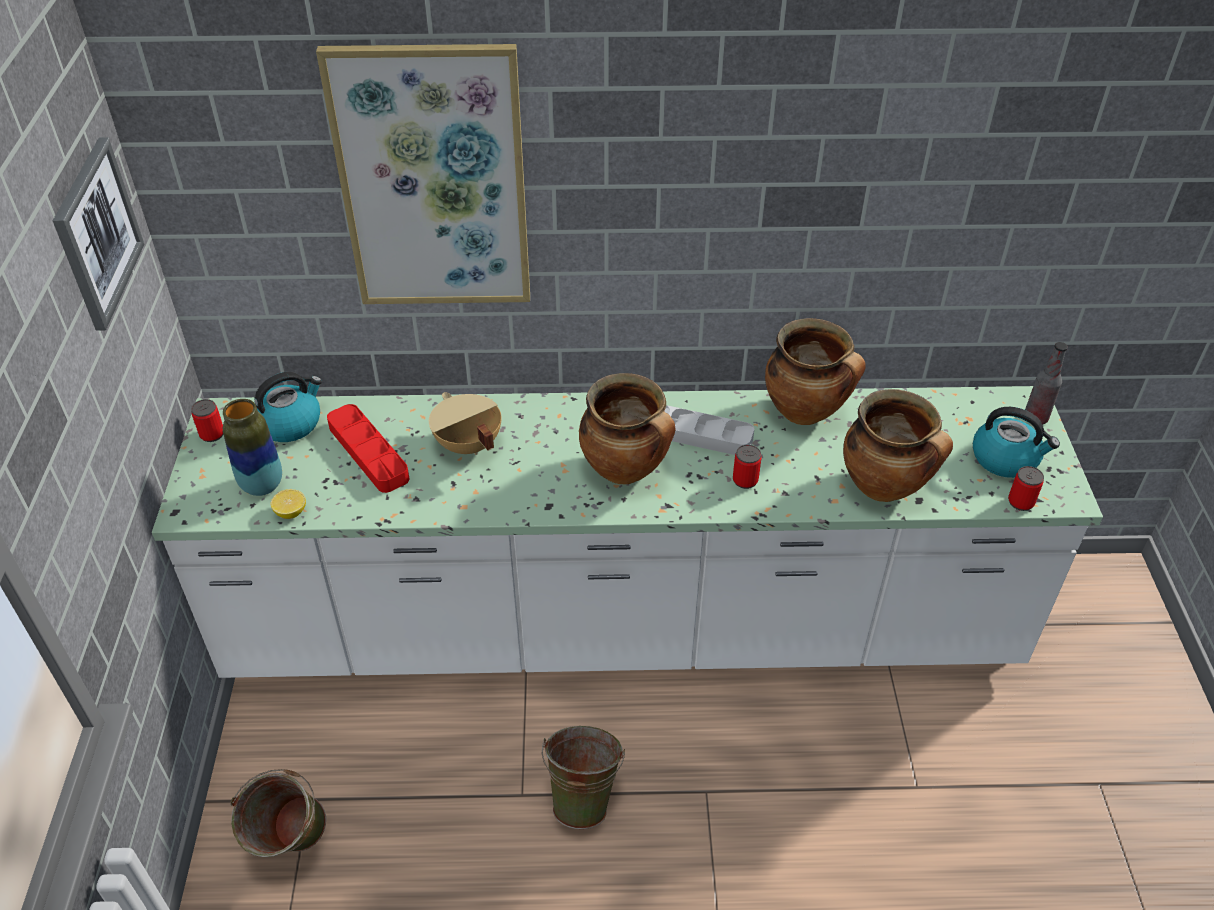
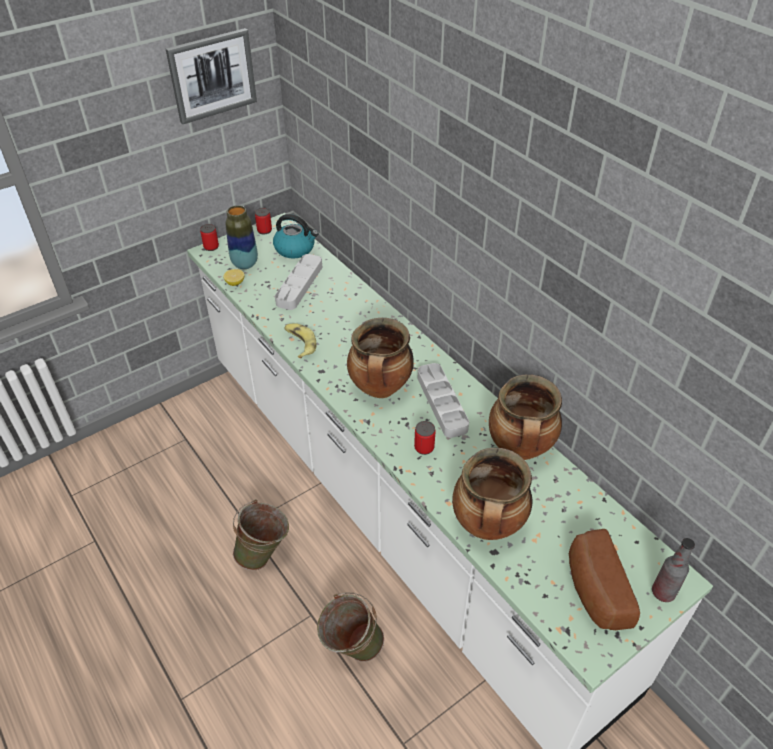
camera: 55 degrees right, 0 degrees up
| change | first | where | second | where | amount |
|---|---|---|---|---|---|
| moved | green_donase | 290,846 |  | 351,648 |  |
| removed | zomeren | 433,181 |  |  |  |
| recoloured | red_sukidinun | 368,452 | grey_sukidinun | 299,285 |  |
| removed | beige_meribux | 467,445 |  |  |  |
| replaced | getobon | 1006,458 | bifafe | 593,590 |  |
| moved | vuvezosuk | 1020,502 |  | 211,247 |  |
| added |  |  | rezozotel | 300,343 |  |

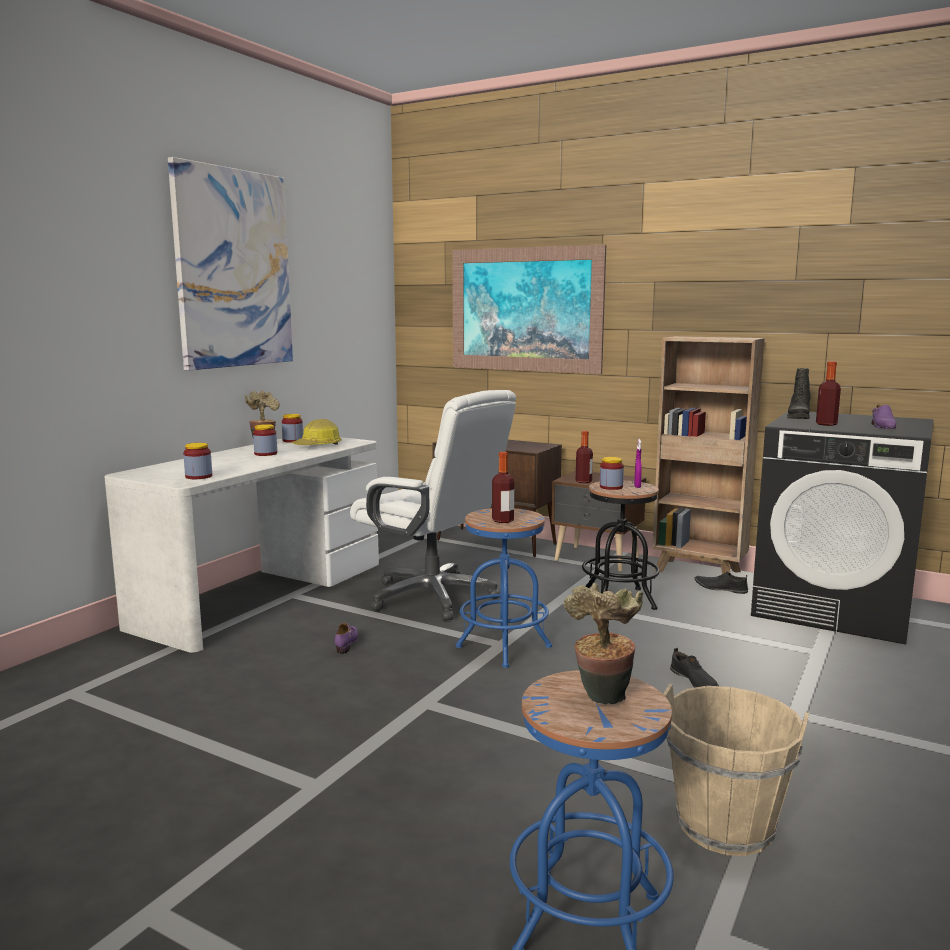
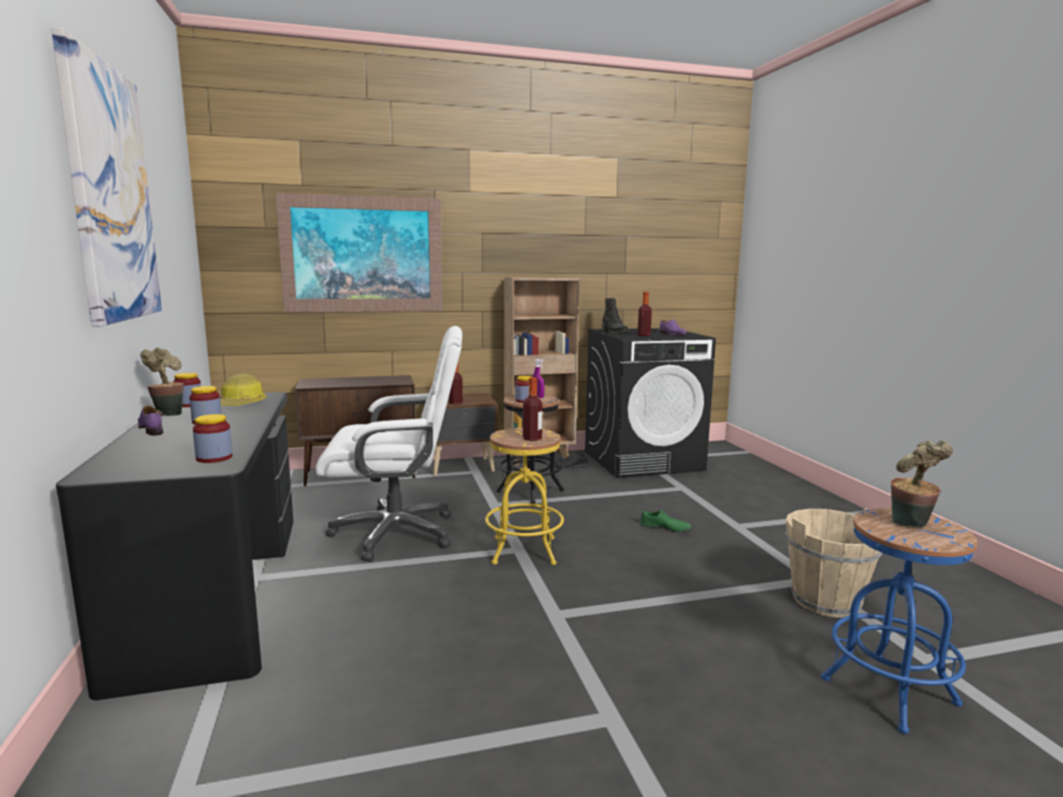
camera: 45 degrees left, 0 degrees up
| change | first | where | second | where | amount |
|---|---|---|---|---|---|
| recoloured | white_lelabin | 262,594 | black_lelabin | 216,589 |  |
| moved | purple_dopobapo | 347,643 |  | 151,429 |  |
| recoloured | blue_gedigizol | 503,647 | yellow_gedigizol | 524,551 |  |
| recoloured | black_dopobapo | 693,681 | green_dopobapo | 665,528 |  |

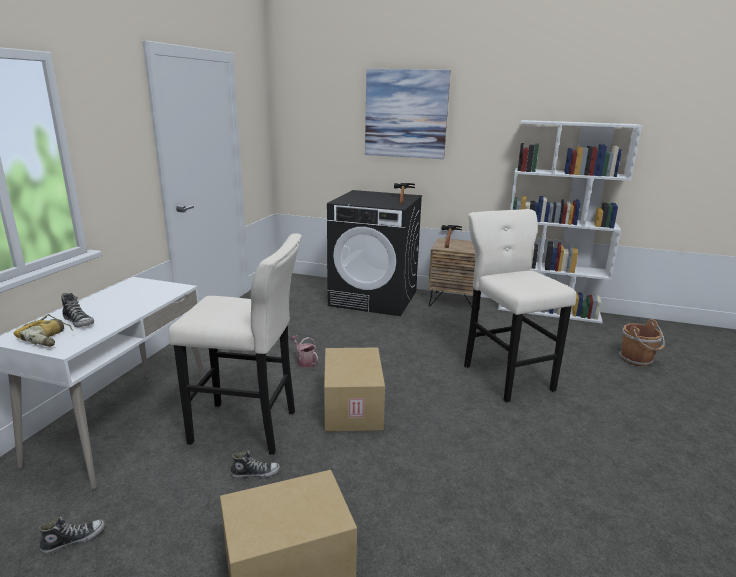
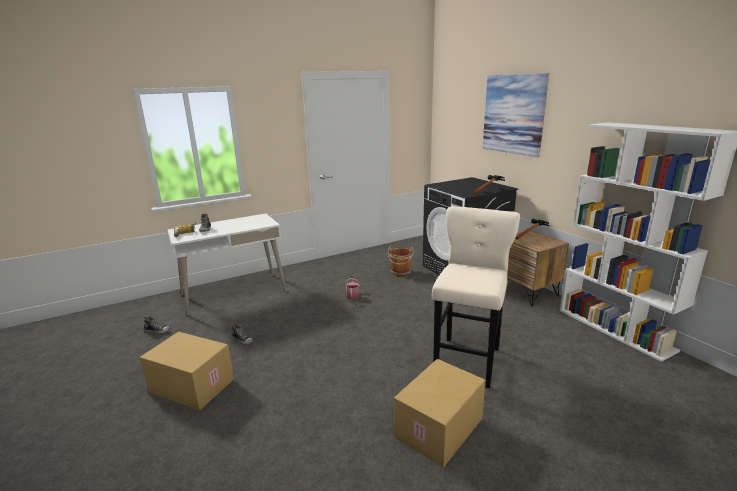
camera: 45 degrees right, 0 degrees up
| change | first | where | second | where | amount |
|---|---|---|---|---|---|
| removed | beige_gedigizol | 249,428 |  |  |  |
| moved | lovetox | 354,408 |  | 440,429 |  |
| moved | brown_donase | 637,360 |  | 401,272 |  |

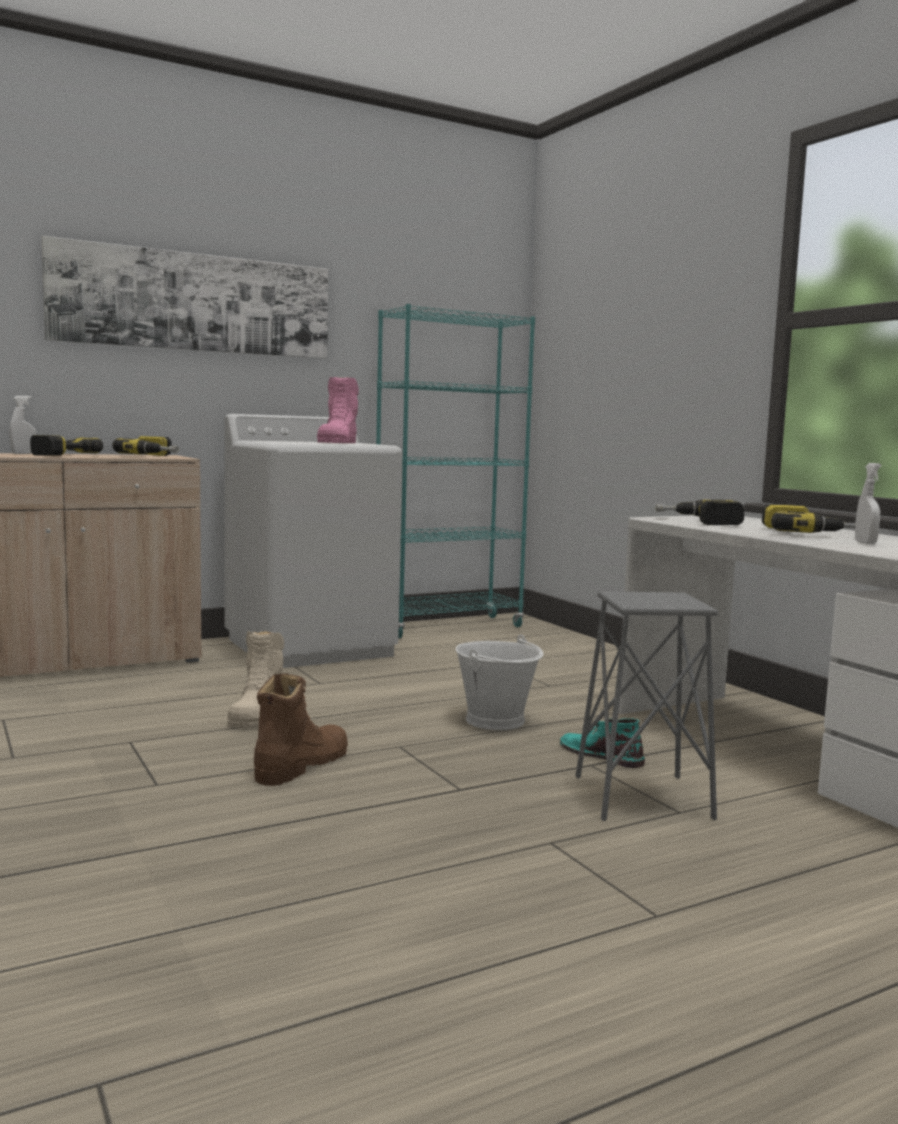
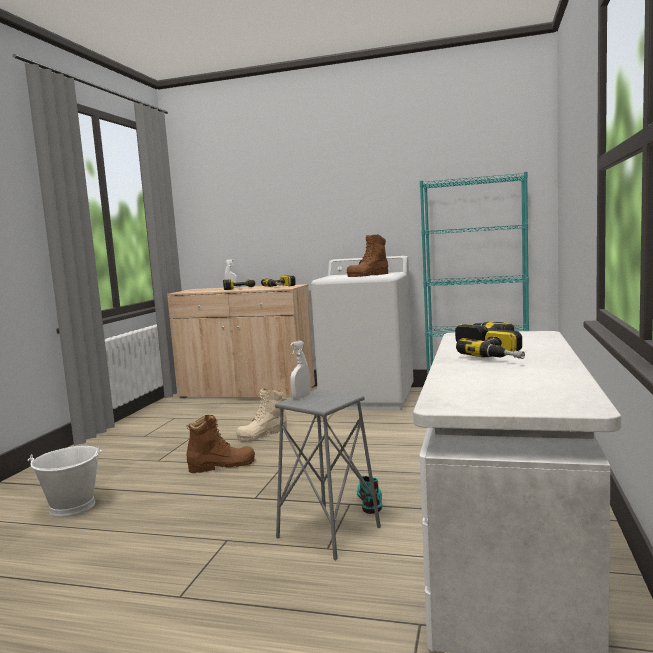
camera: 45 degrees right, 0 degrees up
| change | first | where | second | where | amount |
|---|---|---|---|---|---|
| removed | zomeren | 194,302 |  |  |  |
| recoloured | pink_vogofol | 338,443 | brown_vogofol | 368,275 |  |
| moved | white_donase | 496,720 |  | 73,507 |  |
| moved | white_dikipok | 865,543 |  | 301,397 |  |

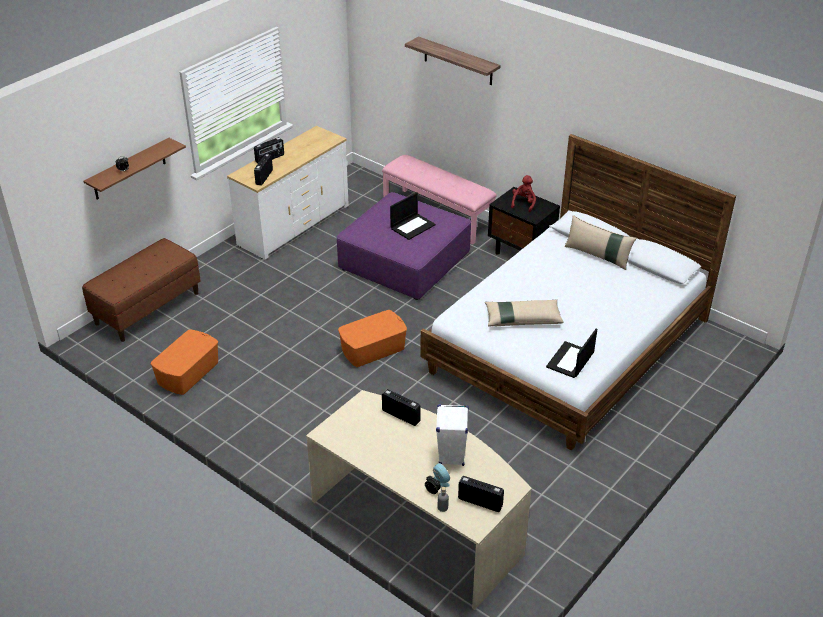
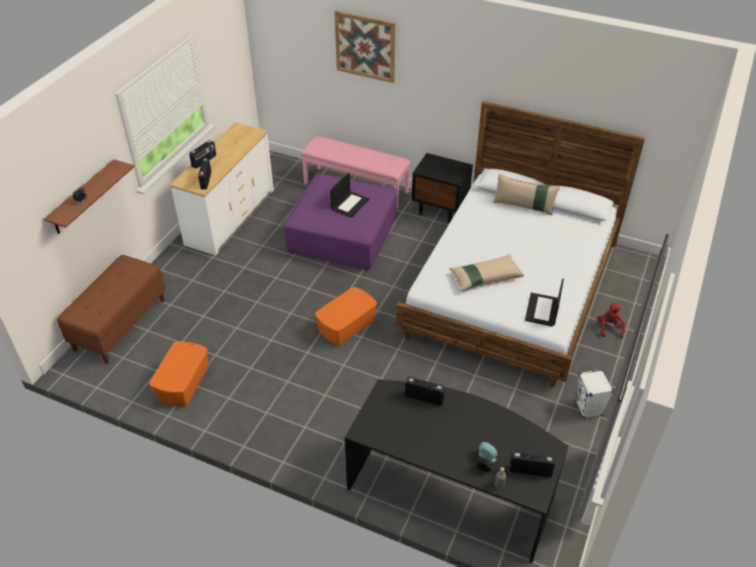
camera: 15 degrees left, 5 degrees up
| change | first | where | second | where | amount |
|---|---|---|---|---|---|
| recoloured | beige_lelabin | 419,523 | black_lelabin | 452,489 |  |
| replaced | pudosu | 458,61 | zomeren | 365,46 |  |
| moved | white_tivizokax | 451,455 |  | 588,409 |  |
| moved | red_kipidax | 523,203 |  | 609,328 |  |

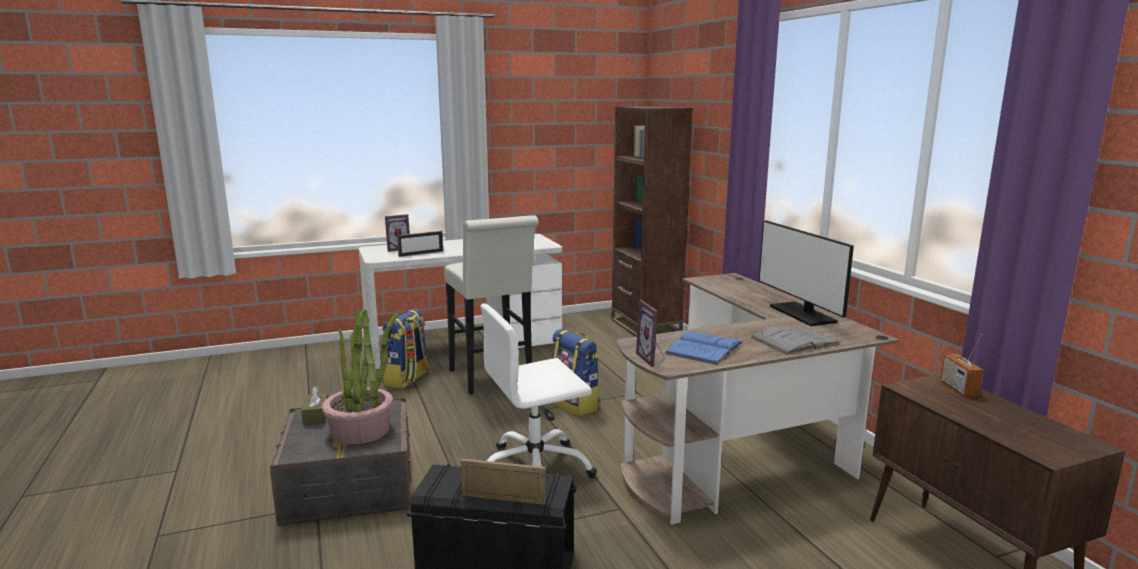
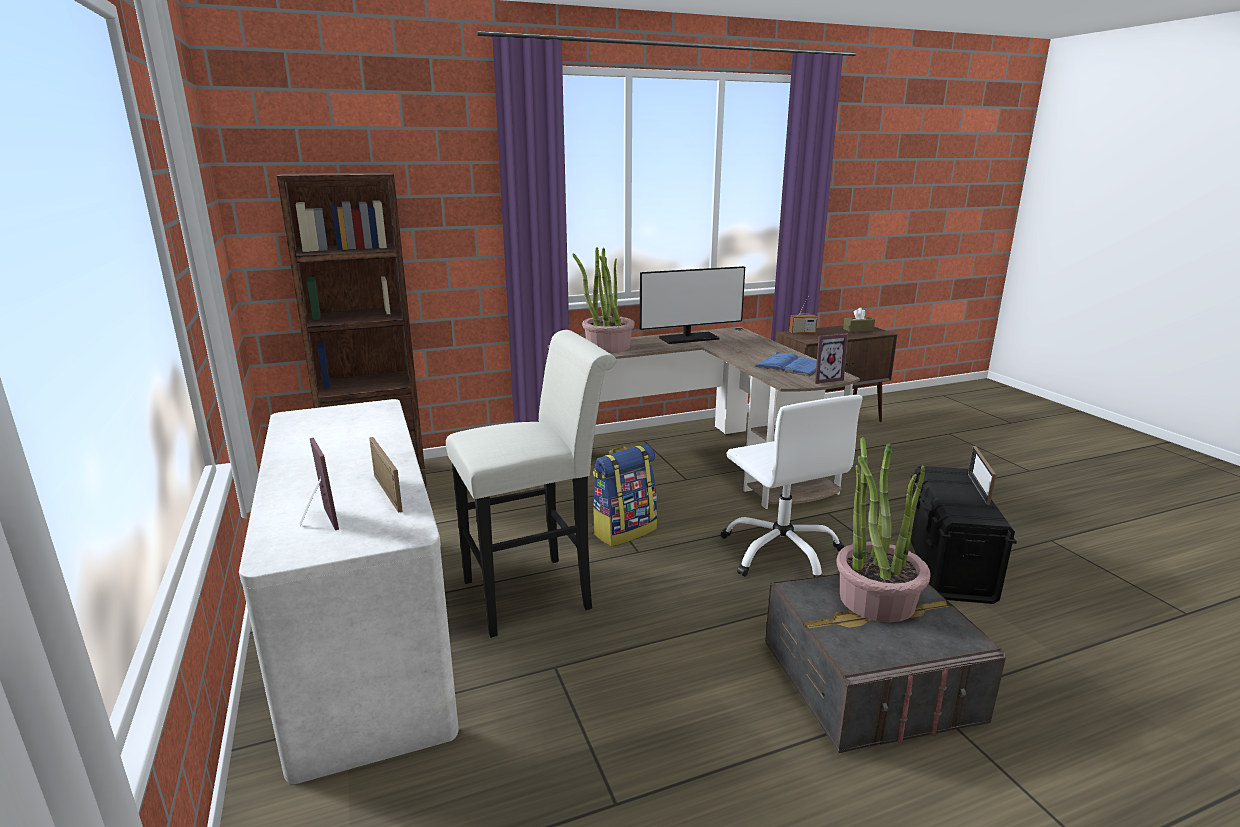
camera: 90 degrees left, 5 degrees up
| change | first | where | second | where | amount |
|---|---|---|---|---|---|
| moved | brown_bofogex | 316,416 |  | 858,329 |  |
| removed | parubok | 407,379 |  |  |  |
| removed | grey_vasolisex | 794,341 |  |  |  |
| added |  |  | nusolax | 607,346 |  |

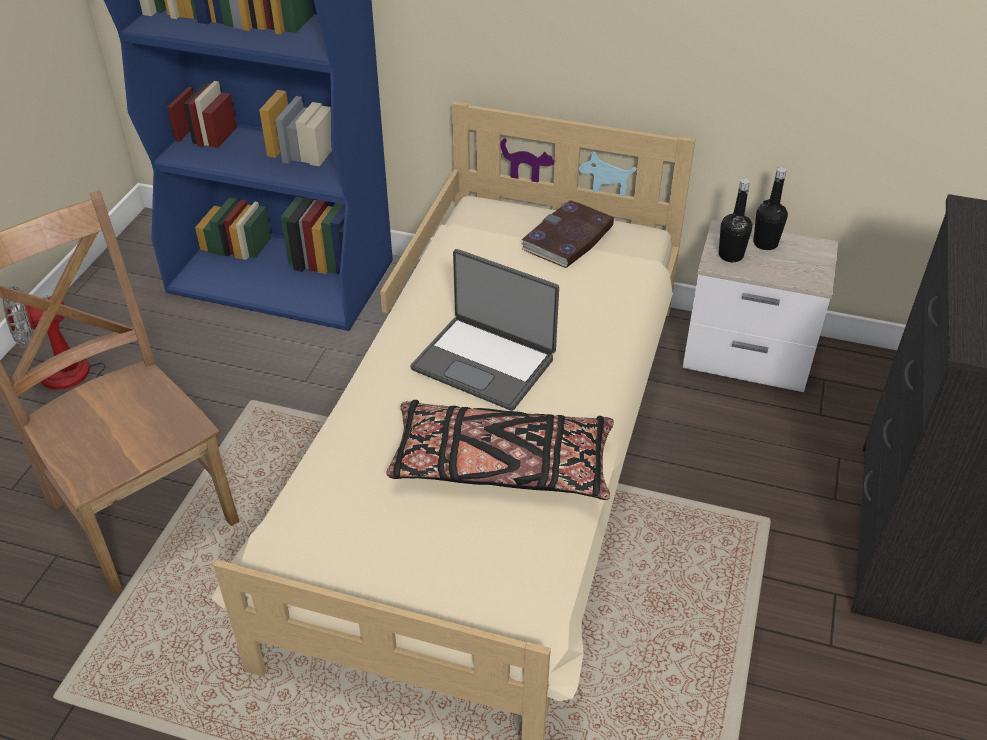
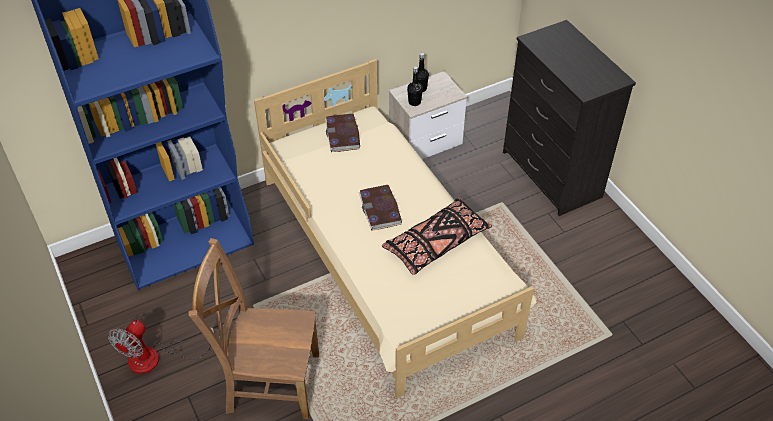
camera: 45 degrees left, 5 degrees up
| change | first | where | second | where | amount |
|---|---|---|---|---|---|
| replaced | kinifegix | 485,362 | vasolisex | 380,209 |  |

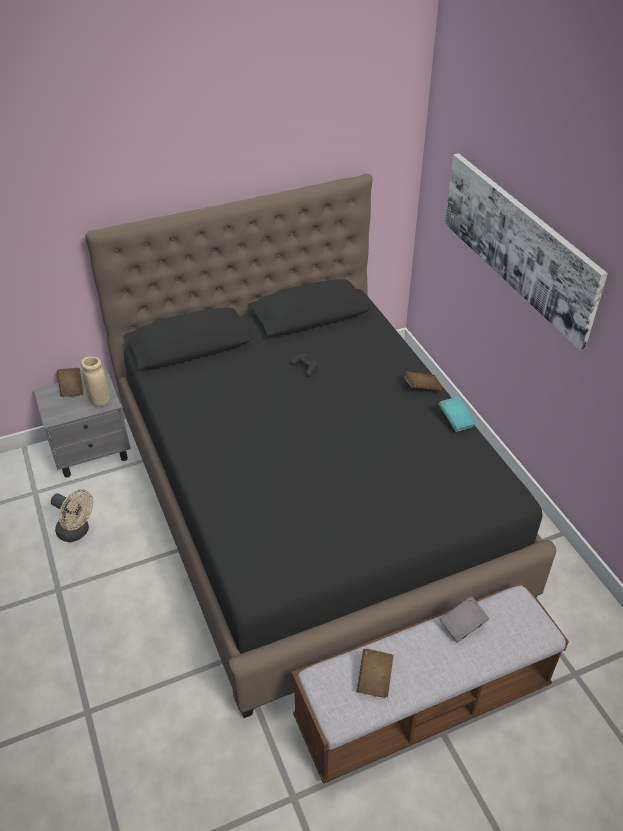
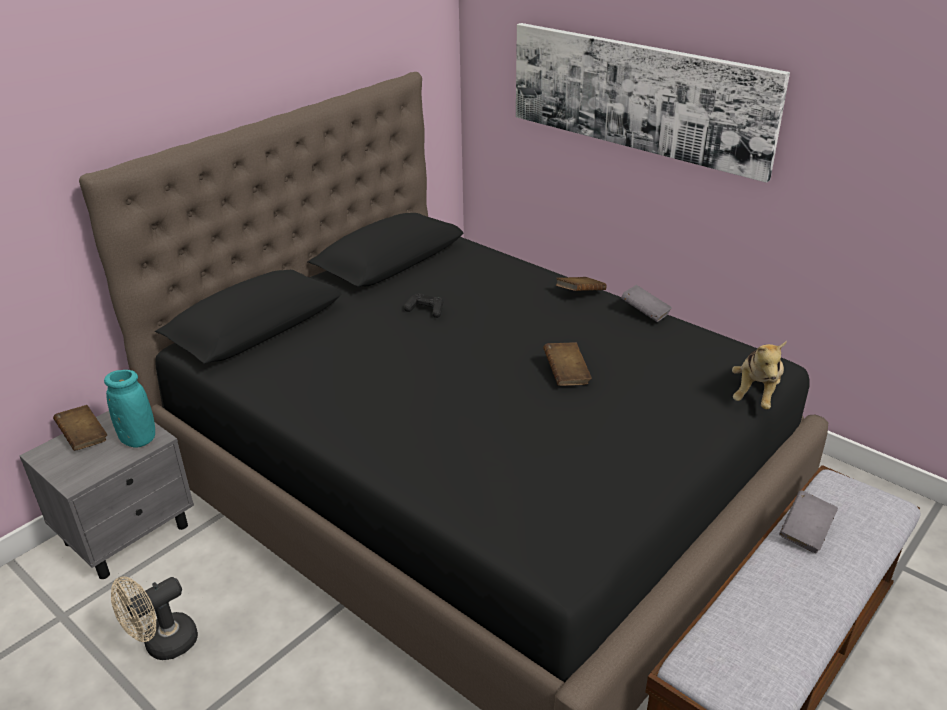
camera: 25 degrees left, 10 degrees down
| change | first | where | second | where | amount |
|---|---|---|---|---|---|
| turned | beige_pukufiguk | 77,532 |  | 163,645 | 135 degrees clockwise |
| recoloured | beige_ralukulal | 100,400 | turquoise_ralukulal | 138,439 |  |
| moved | brown_vasolisex | 374,679 |  | 566,375 |  |
| recoloured | turquoise_vasolisex | 455,421 | grey_vasolisex | 645,314 |  |
| added |  |  | kipidax | 756,394 |  |

